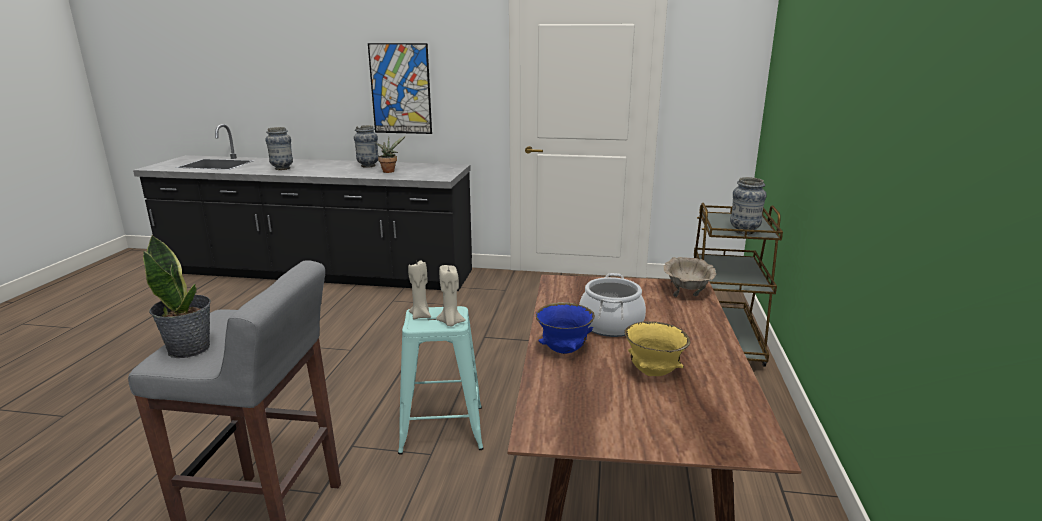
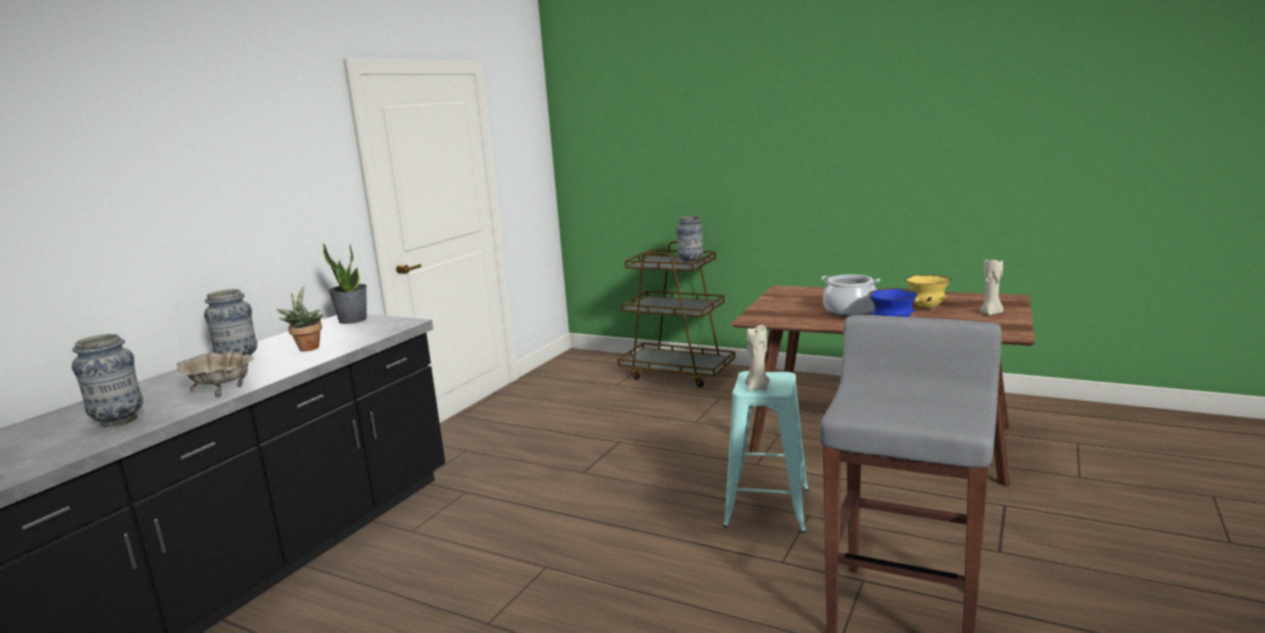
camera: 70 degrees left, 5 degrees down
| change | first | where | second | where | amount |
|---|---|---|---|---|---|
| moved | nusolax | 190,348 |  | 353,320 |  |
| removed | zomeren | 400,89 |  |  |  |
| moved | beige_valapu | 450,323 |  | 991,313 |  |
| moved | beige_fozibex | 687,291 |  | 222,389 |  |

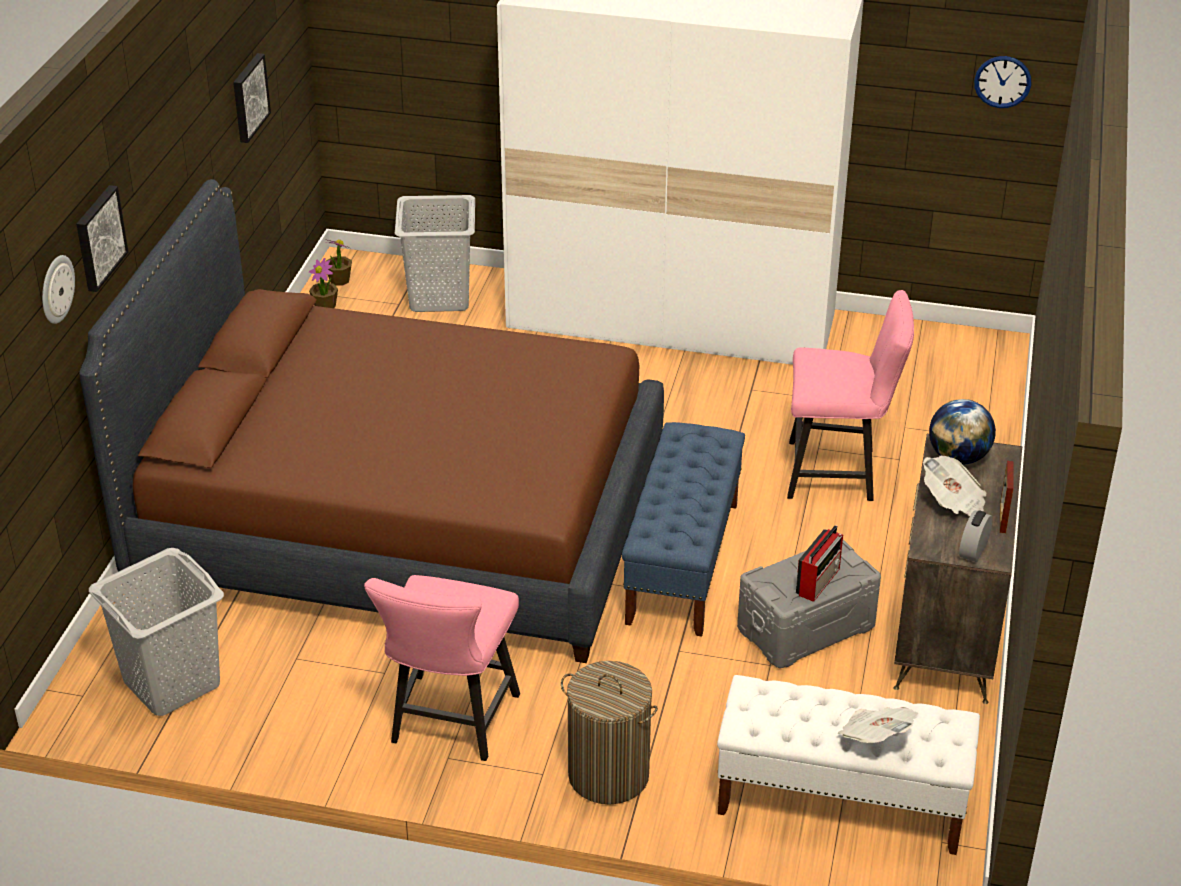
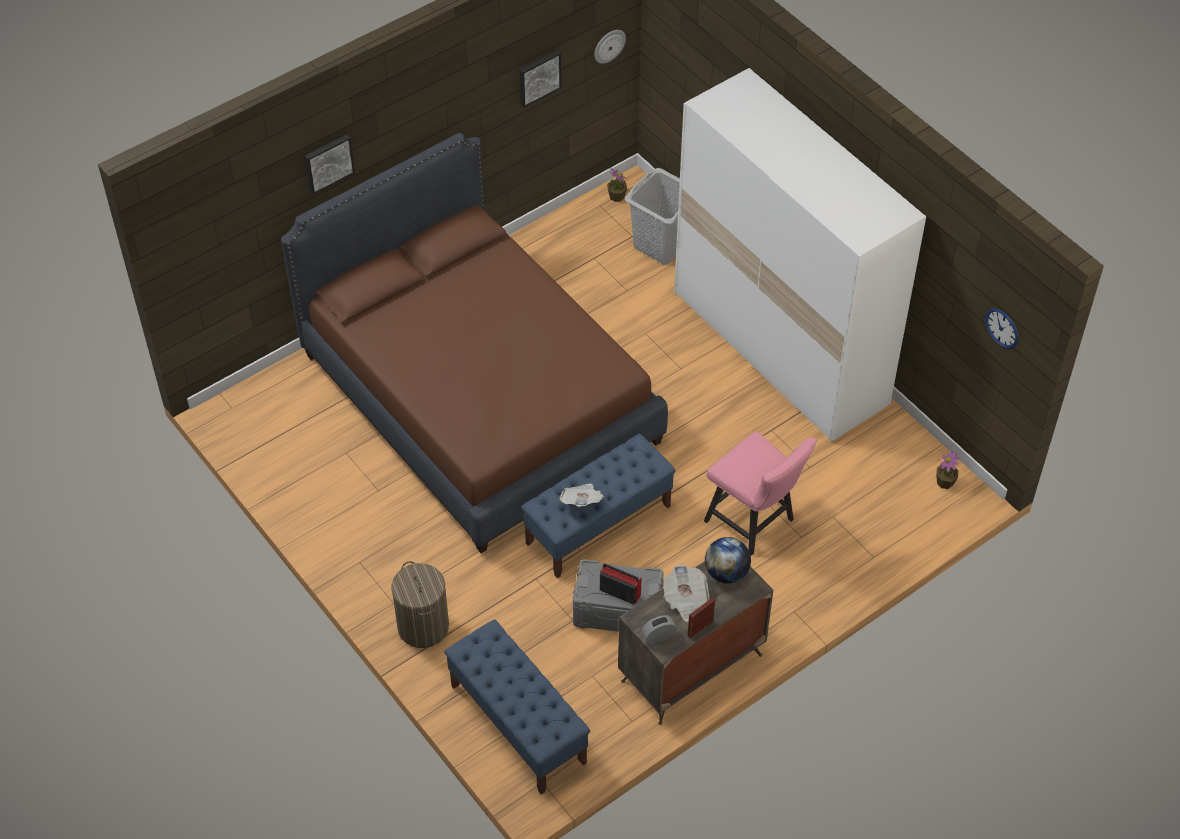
camera: 40 degrees right, 15 degrees up
| change | first | where | second | where | amount |
|---|---|---|---|---|---|
| moved | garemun | 56,289 |  | 609,45 |  |
| removed | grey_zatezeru | 171,683 |  |  |  |
| moved | nusolax | 325,307 |  | 945,482 |  |
| removed | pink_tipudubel | 450,724 |  |  |  |
| recoloured | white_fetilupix | 840,802 | blue_fetilupix | 517,724 |  |
| turned | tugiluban | 819,581 |  | 619,591 | 135 degrees counterclockwise |
| moved | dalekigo | 875,737 |  | 582,502 |  |

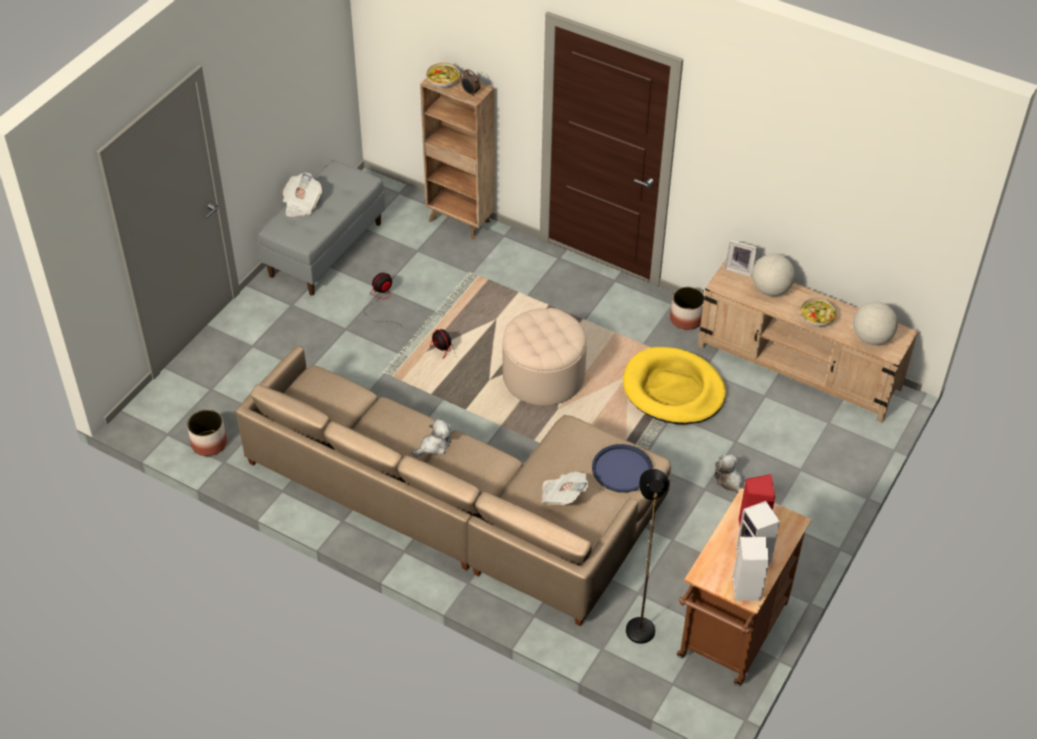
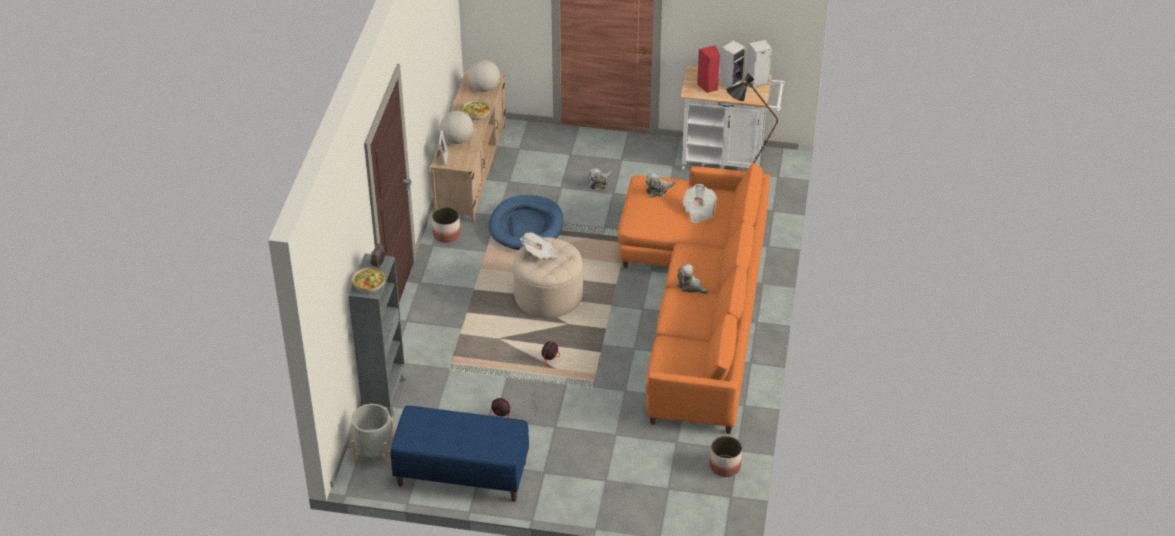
camera: 110 degrees left, 5 degrees down
| change | first | where | second | where | amount |
|---|---|---|---|---|---|
| recoloured | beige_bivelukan | 464,505 | orange_bivelukan | 697,303 |  |
| recoloured | grey_fetilupix | 325,249 | blue_fetilupix | 461,474 |  |
| moved | dalekigo | 301,204 |  | 540,254 |  |
| recoloured | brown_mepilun | 460,221 | grey_mepilun | 385,394 |  |
| replaced | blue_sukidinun | 622,469 | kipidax | 658,190 |  |
| recoloured | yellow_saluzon | 673,390 | blue_saluzon | 526,226 |  |
| recoloured | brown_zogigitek | 730,637 | white_zogigitek | 728,160 |  |
| added |  |  | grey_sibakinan | 374,453 |  |

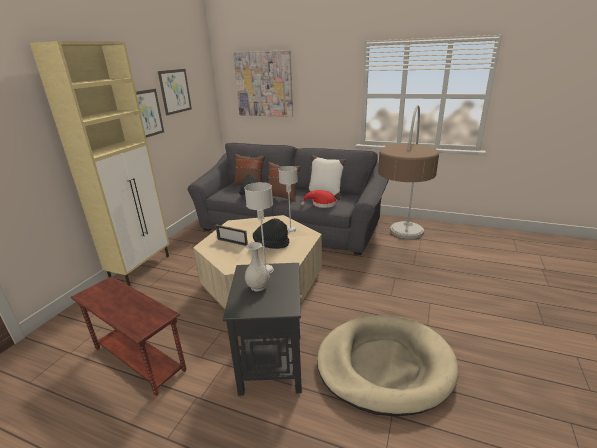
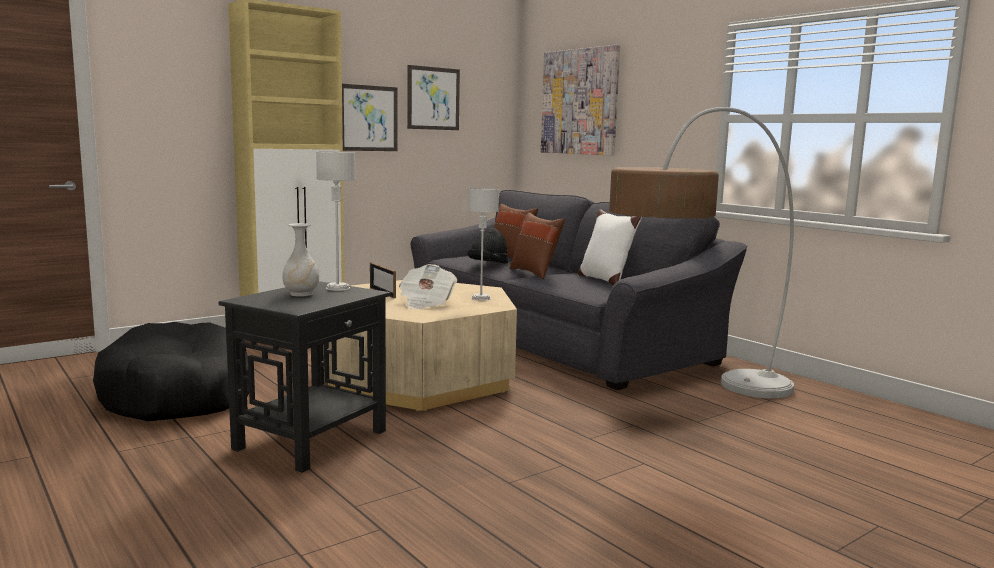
camera: 30 degrees right, 15 degrees down
| change | first | where | second | where | amount |
|---|---|---|---|---|---|
| replaced | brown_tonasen | 139,360 | black_saluzon | 180,394 |  |
| replaced | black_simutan | 271,244 | dalekigo | 426,303 |  |
| removed | red_simutan | 322,204 |  |  |  |
| removed | beige_saluzon | 384,365 |  |  |  |

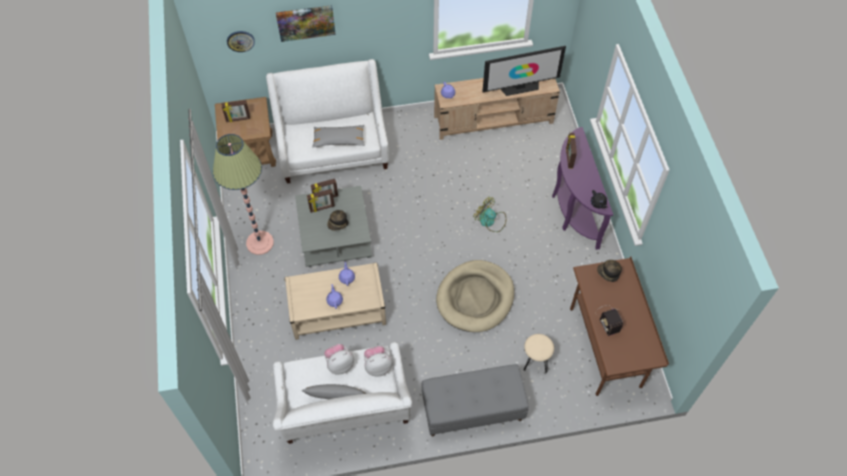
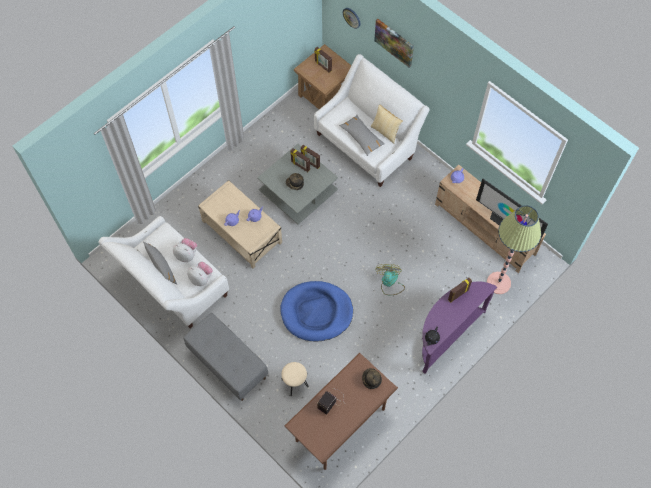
camera: 55 degrees right, 5 degrees up
| change | first | where | second | where | amount |
|---|---|---|---|---|---|
| moved | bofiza | 260,243 |  | 498,283 |  |
| recoloured | beige_saluzon | 475,298 | blue_saluzon | 316,312 |  |
| added |  |  | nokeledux | 385,131 |  |

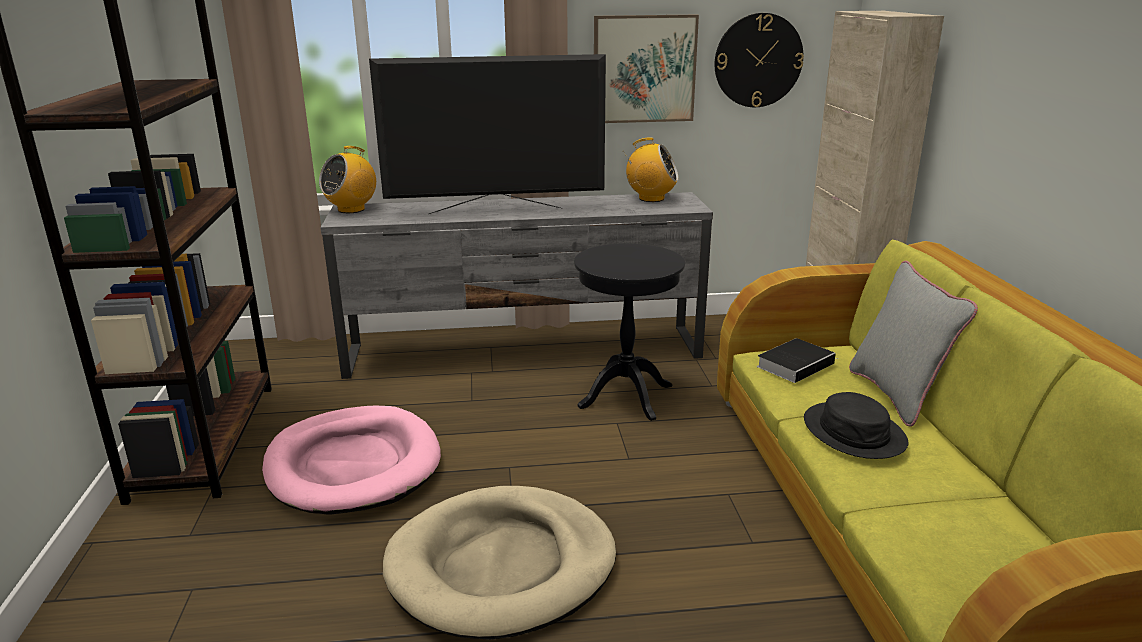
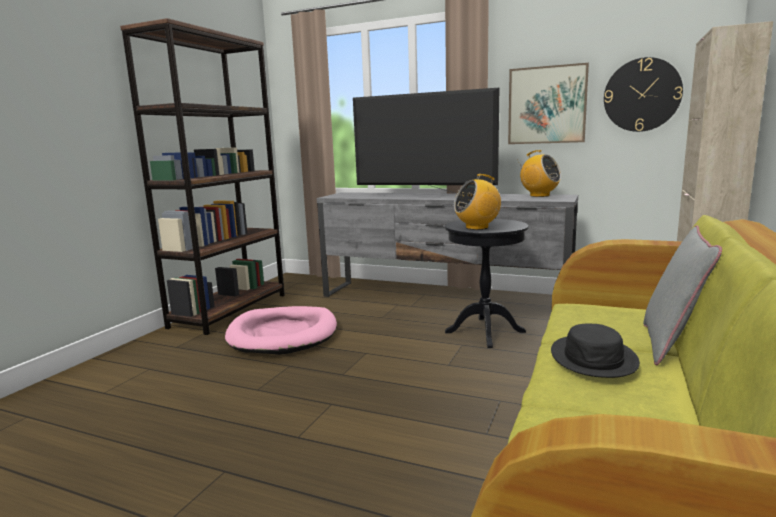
camera: 30 degrees right, 10 degrees down
| change | first | where | second | where | amount |
|---|---|---|---|---|---|
| moved | tugiluban | 351,209 |  | 477,227 |  |
| removed | beige_saluzon | 502,566 |  |  |  |
| removed | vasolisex | 796,364 |  |  |  |

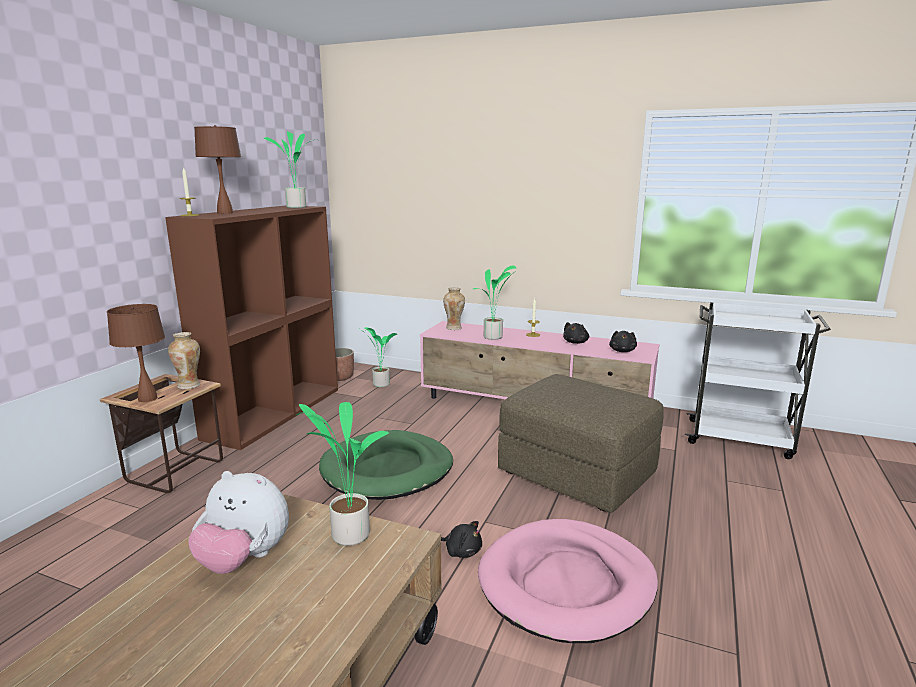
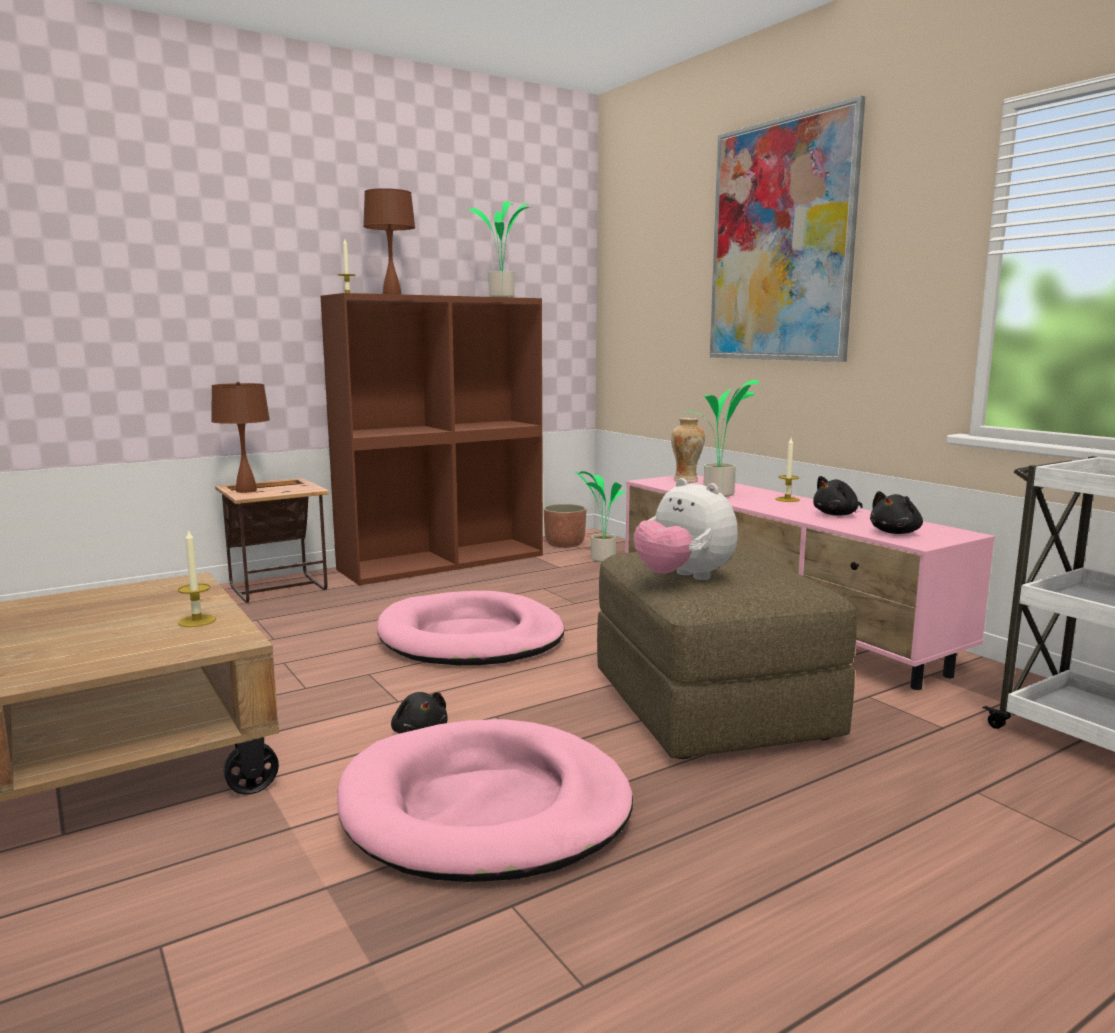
camera: 35 degrees right, 5 degrees down
| change | first | where | second | where | amount |
|---|---|---|---|---|---|
| removed | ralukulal | 189,385 |  |  |  |
| moved | kipidax | 244,559 |  | 684,578 |  |
| replaced | nusolax | 348,534 | valapu | 197,621 |  |
| recoloured | green_saluzon | 387,470 | pink_saluzon | 470,638 |  |
| added |  |  | zomeren | 780,242 |  |

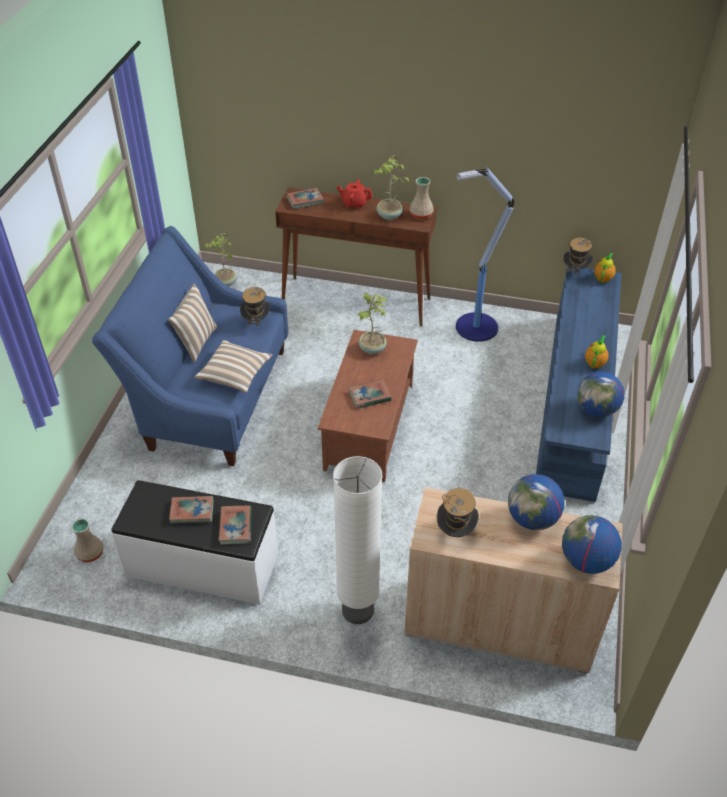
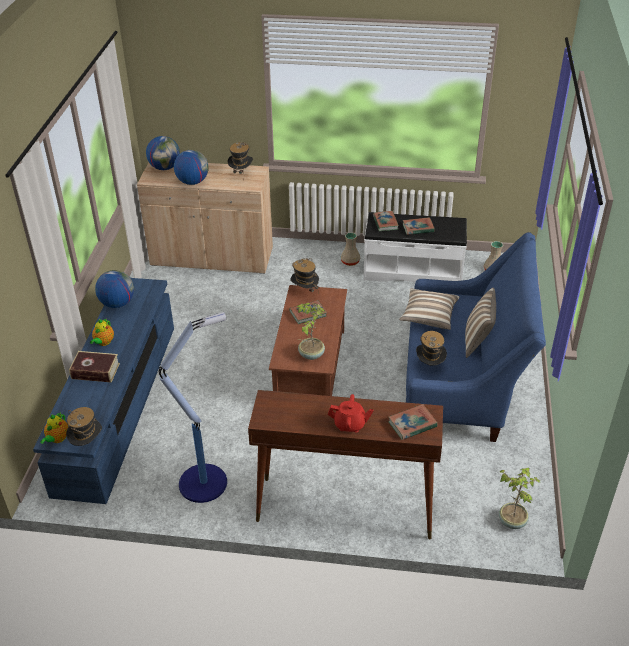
camera: 175 degrees right, 5 degrees down
| change | first | where | second | where | amount |
|---|---|---|---|---|---|
| removed | white_bofiza | 357,610 |  |  |  |
| removed | nusolax | 389,216 |  |  |  |
| moved | beige_ralukulal | 420,215 |  | 350,262 |  |
| added |  |  | vasolisex | 95,371 |  |
| added |  |  | simutan | 304,291 |  |

